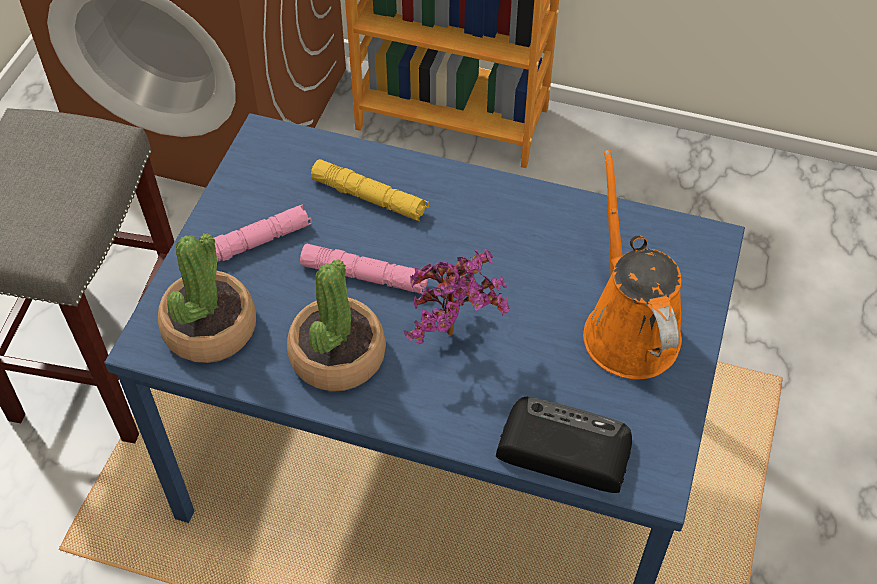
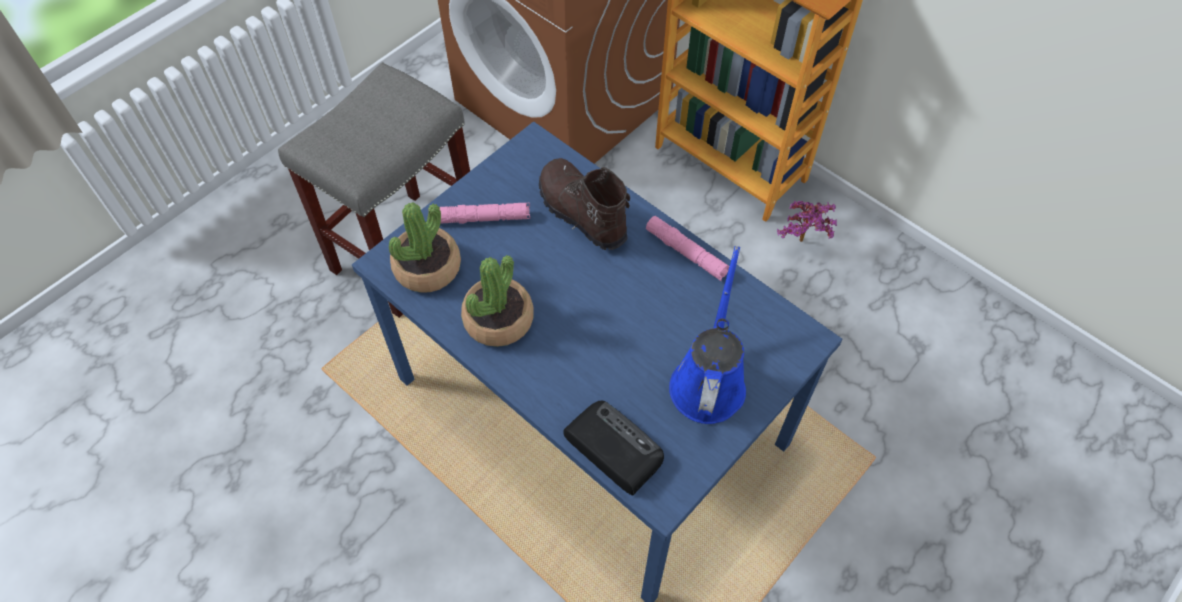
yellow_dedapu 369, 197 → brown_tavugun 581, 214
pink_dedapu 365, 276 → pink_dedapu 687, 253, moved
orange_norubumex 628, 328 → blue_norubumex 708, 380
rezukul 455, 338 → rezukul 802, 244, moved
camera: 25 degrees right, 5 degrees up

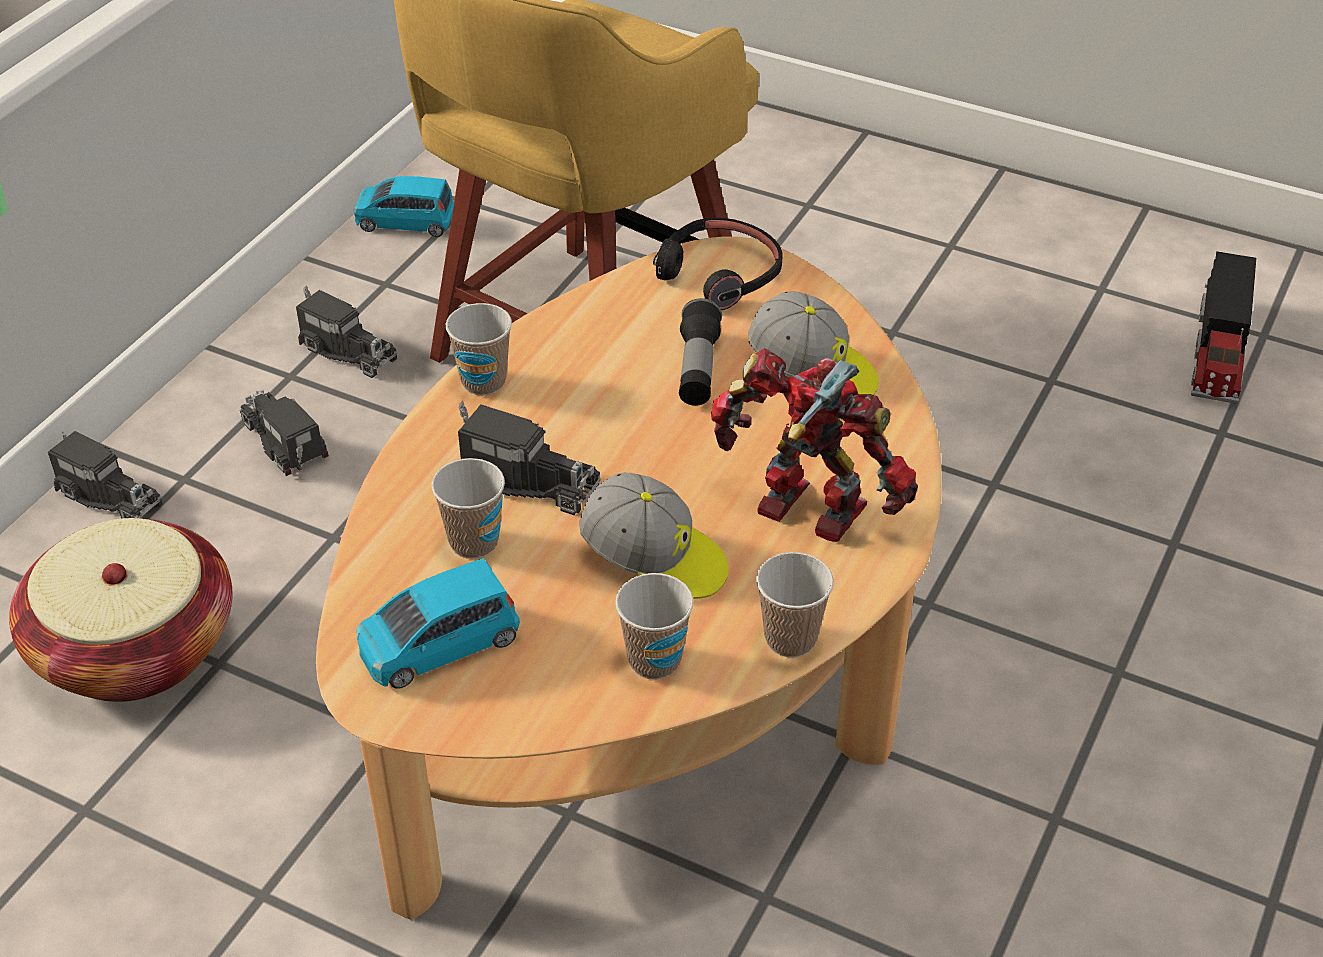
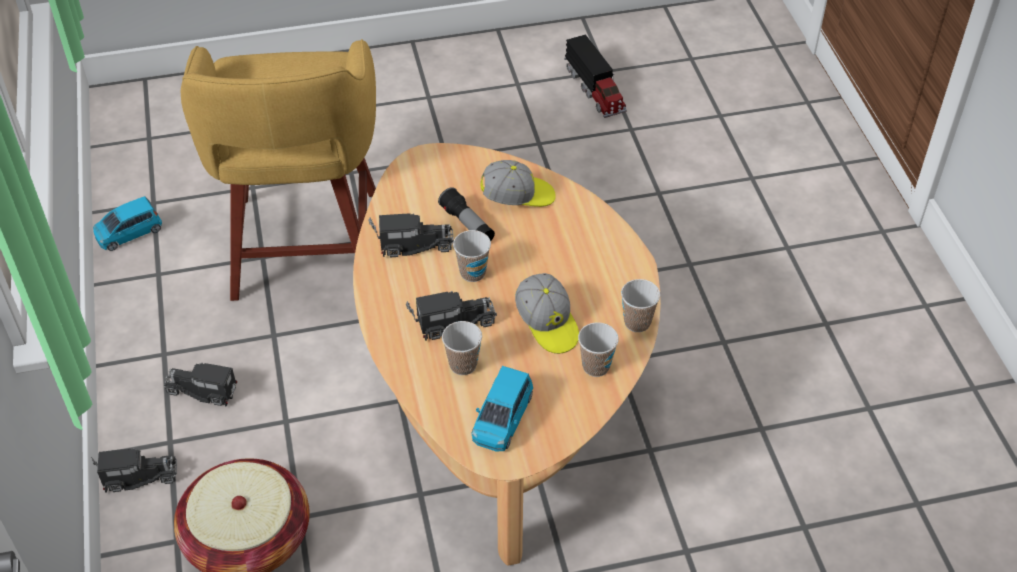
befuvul 345, 350 → befuvul 412, 245, moved
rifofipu 483, 382 → rifofipu 472, 273, moved
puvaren 655, 559 → puvaren 547, 323, 75 degrees clockwise
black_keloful 719, 274 → -
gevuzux 808, 515 → -
camera: 40 degrees left, 5 degrees up

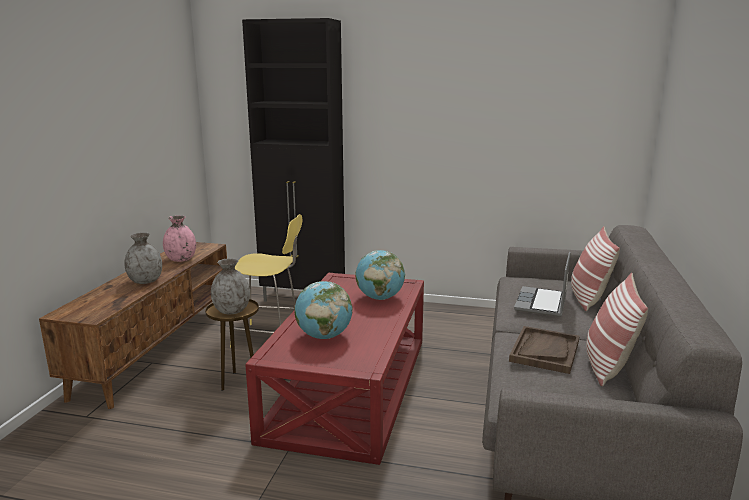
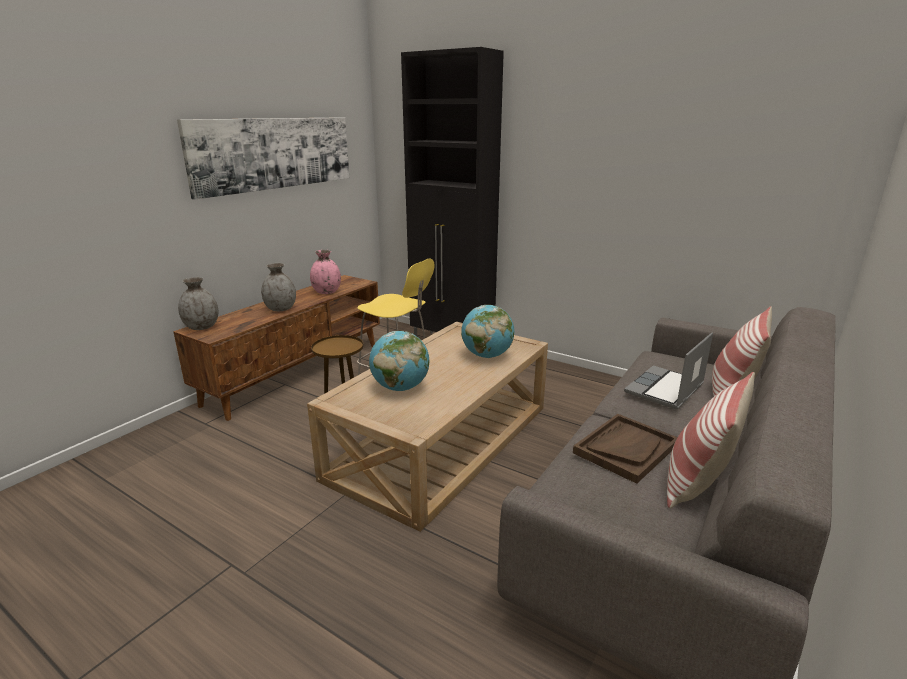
- → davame 275, 153
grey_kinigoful 231, 311 → grey_kinigoful 201, 327, moved
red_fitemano 351, 386 → beige_fitemano 443, 441
camera: 20 degrees right, 5 degrees up

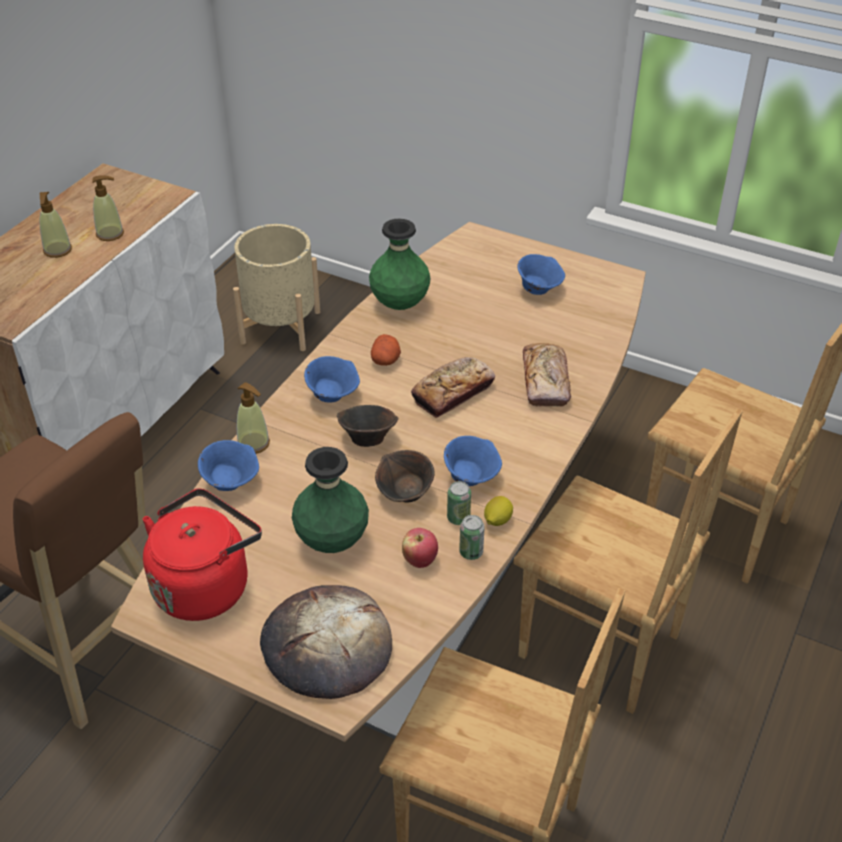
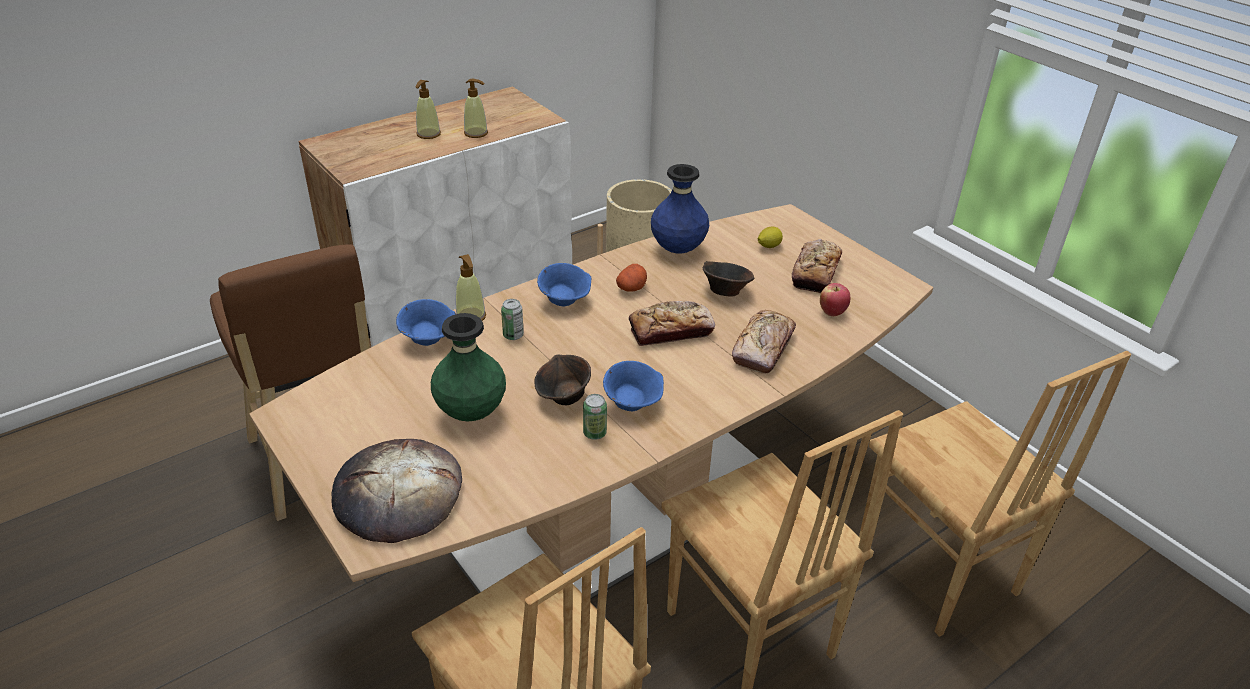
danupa 471, 552 → danupa 513, 335, moved
green_kinigoful 400, 305 → blue_kinigoful 678, 250
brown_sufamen 367, 438 → brown_sufamen 725, 291, moved
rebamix 497, 520 → rebamix 768, 246, moved
blue_sufamen 539, 289 → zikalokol 815, 272
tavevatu 419, 560 → tavevatu 832, 312, moved
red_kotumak 205, 585 → -
camera: 25 degrees right, 5 degrees down

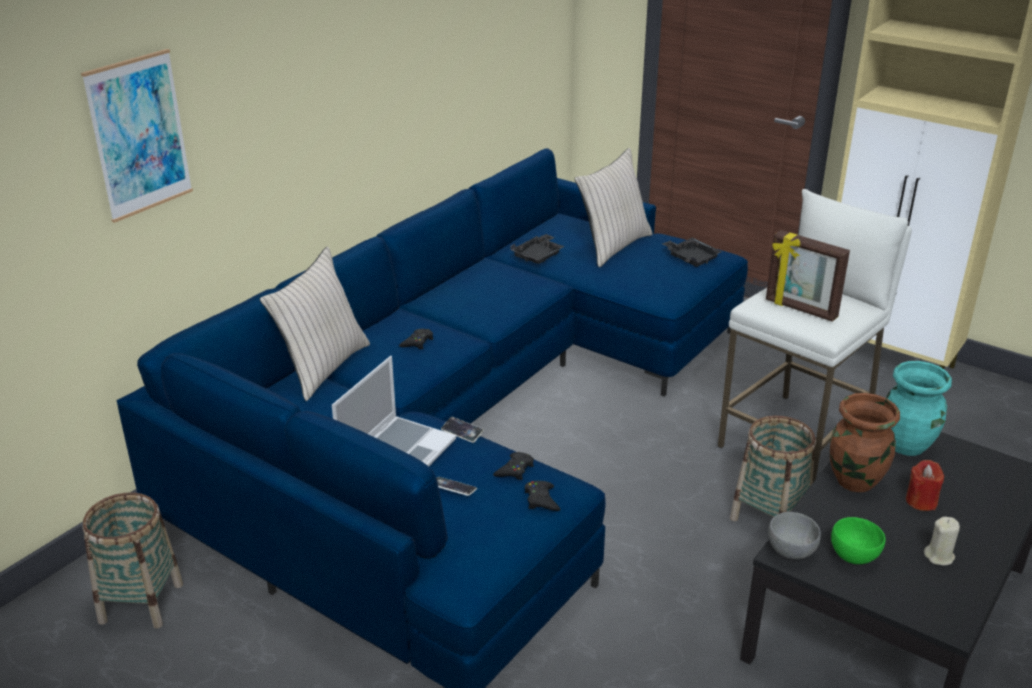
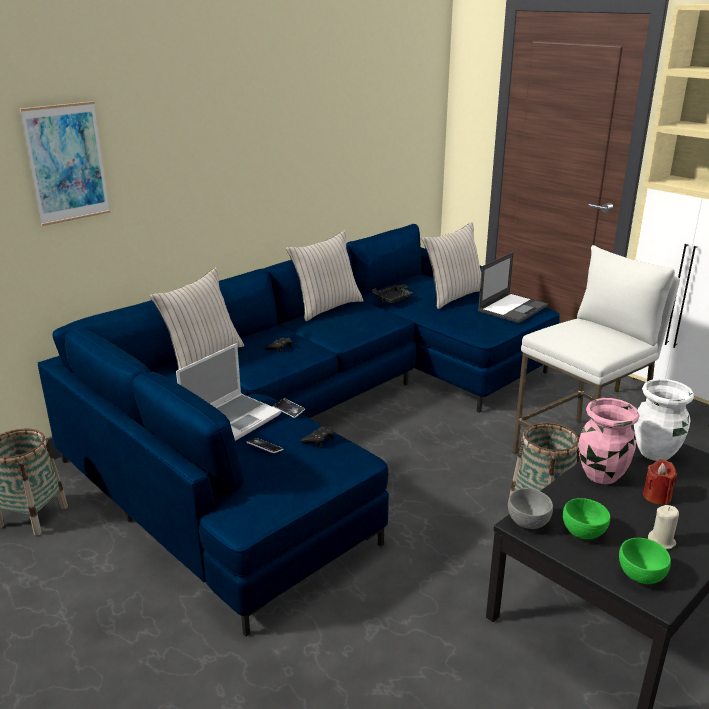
- → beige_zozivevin 326, 308
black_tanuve 691, 258 → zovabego 513, 308
brown_kinigoful 854, 481 → pink_kinigoful 601, 475
- → green_sufamen 640, 576
turquoise_kinigoful 907, 445 → white_kinigoful 655, 453
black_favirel 541, 500 → -
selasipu 800, 309 → -
camera: 10 degrees right, 5 degrees down

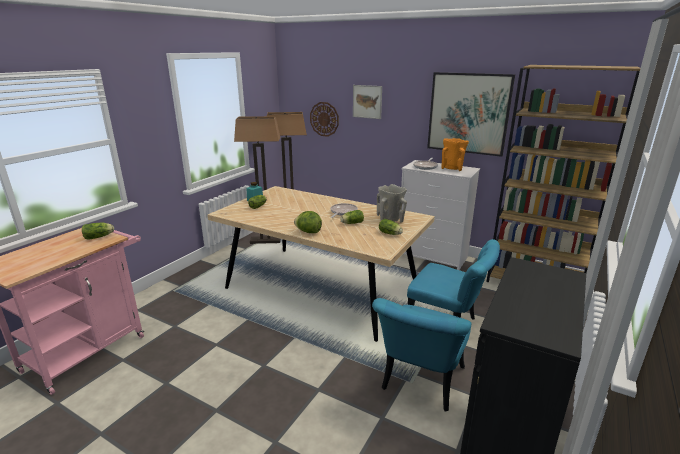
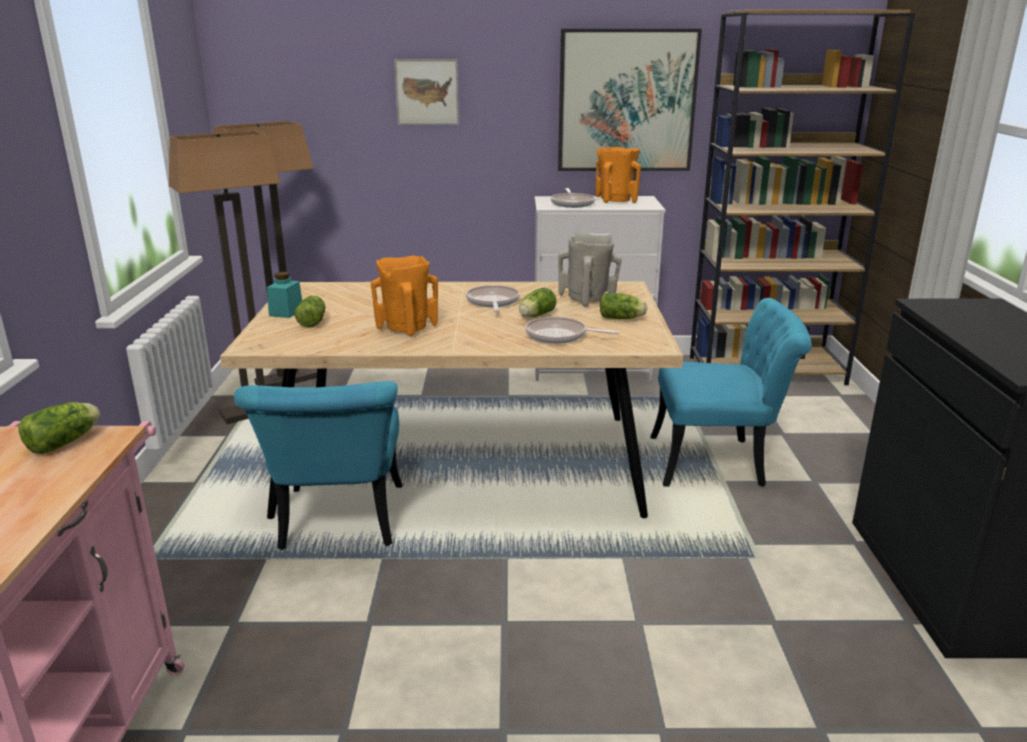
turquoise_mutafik 420, 384 → turquoise_mutafik 340, 525, moved
- → orange_kinigoful 406, 327
- → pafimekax 560, 336
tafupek 308, 232 → -
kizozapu 324, 119 → -
camera: 30 degrees left, 0 degrees up

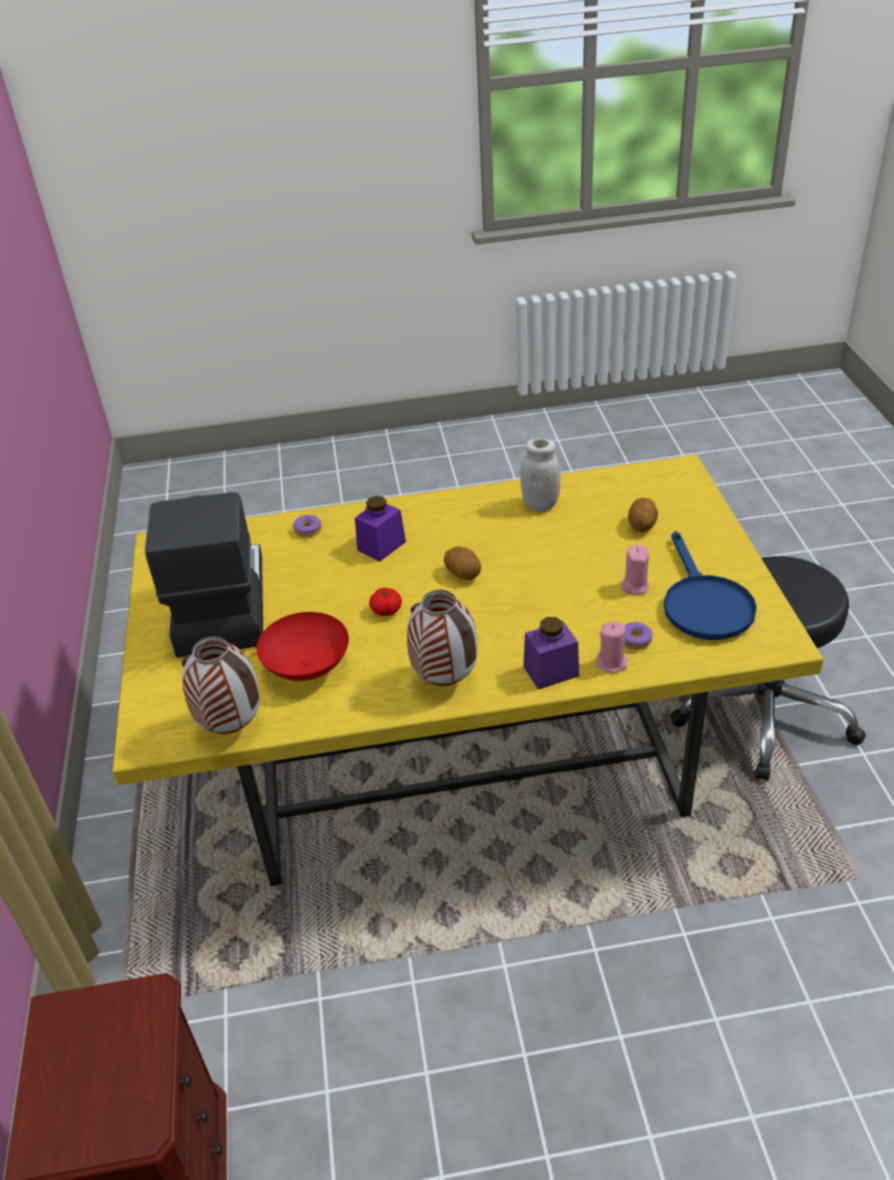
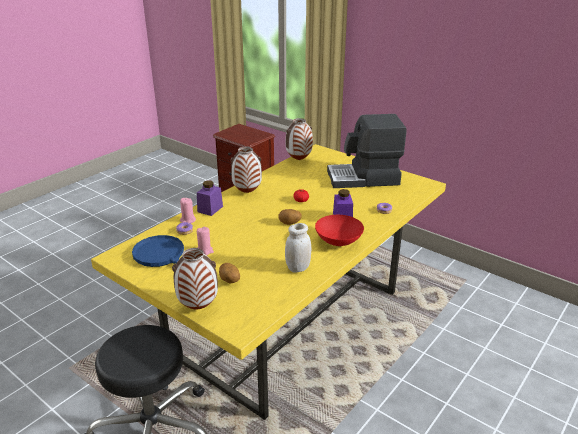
- → kinigoful 199, 307
red_sufamen 306, 667 → red_sufamen 339, 242, moved
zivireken 219, 606 → zivireken 364, 178, 135 degrees clockwise
camera: 135 degrees right, 10 degrees down

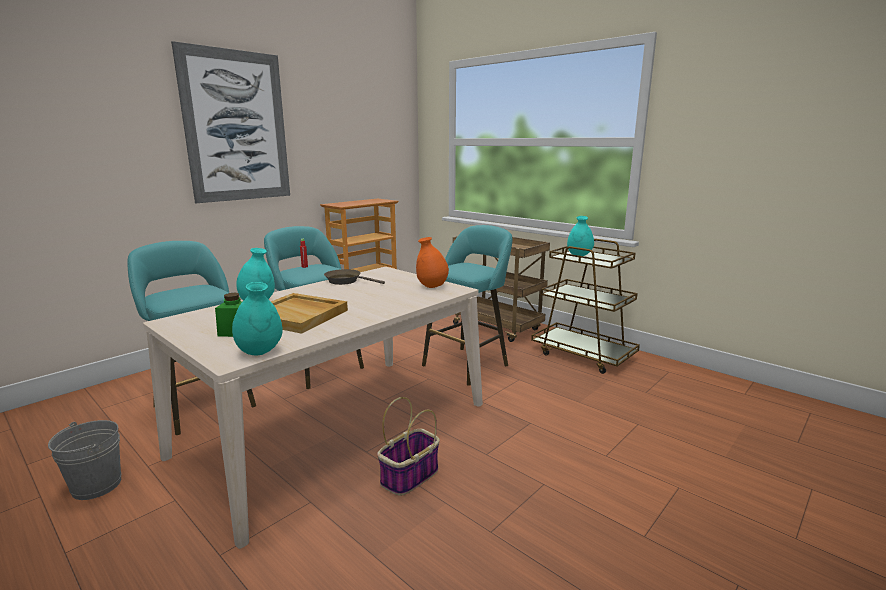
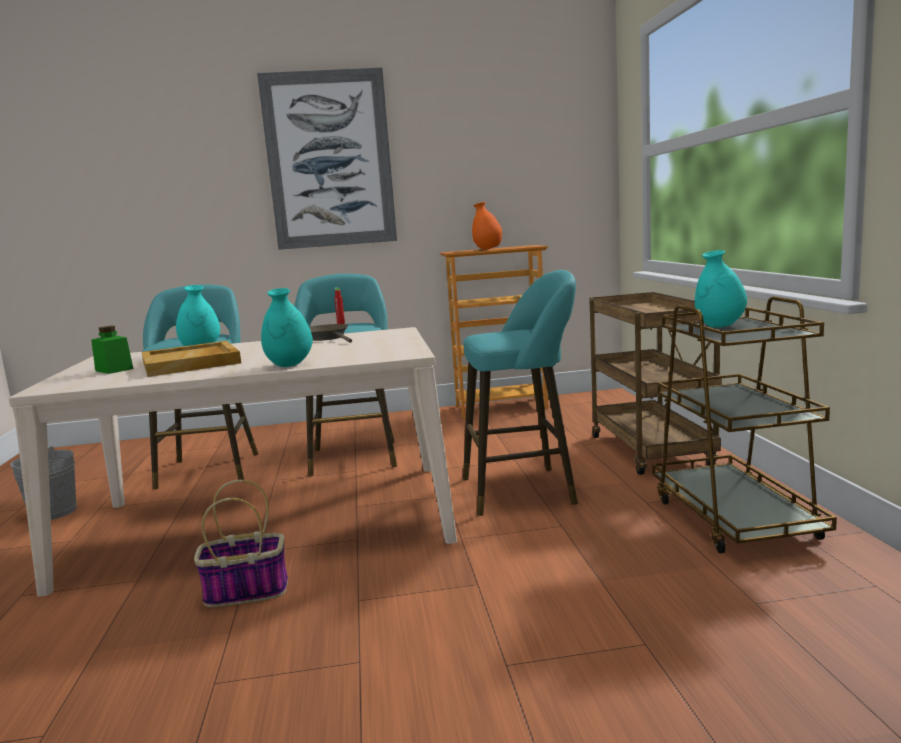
turquoise_kinigoful 260, 352 → turquoise_kinigoful 289, 365, moved
orange_kinigoful 432, 286 → orange_kinigoful 488, 249, moved
camera: 40 degrees right, 5 degrees down

